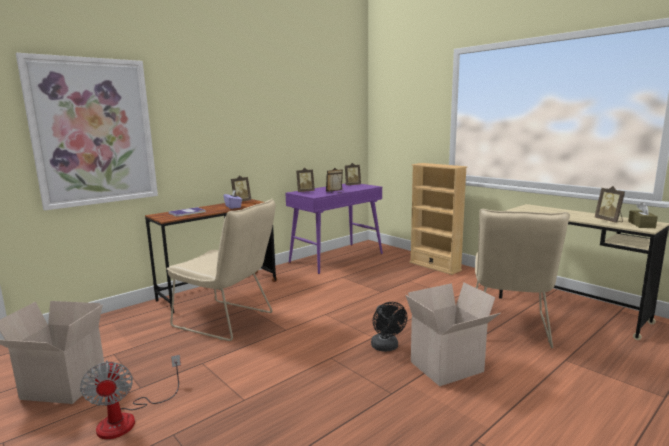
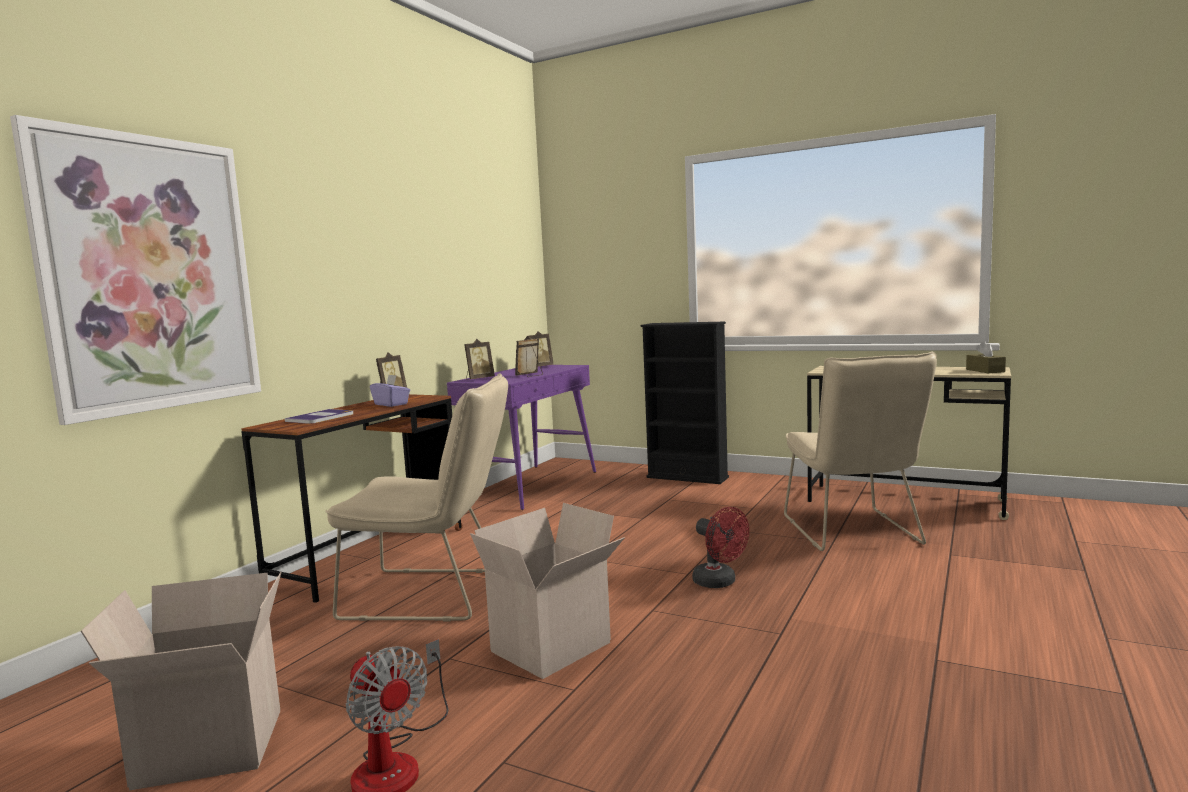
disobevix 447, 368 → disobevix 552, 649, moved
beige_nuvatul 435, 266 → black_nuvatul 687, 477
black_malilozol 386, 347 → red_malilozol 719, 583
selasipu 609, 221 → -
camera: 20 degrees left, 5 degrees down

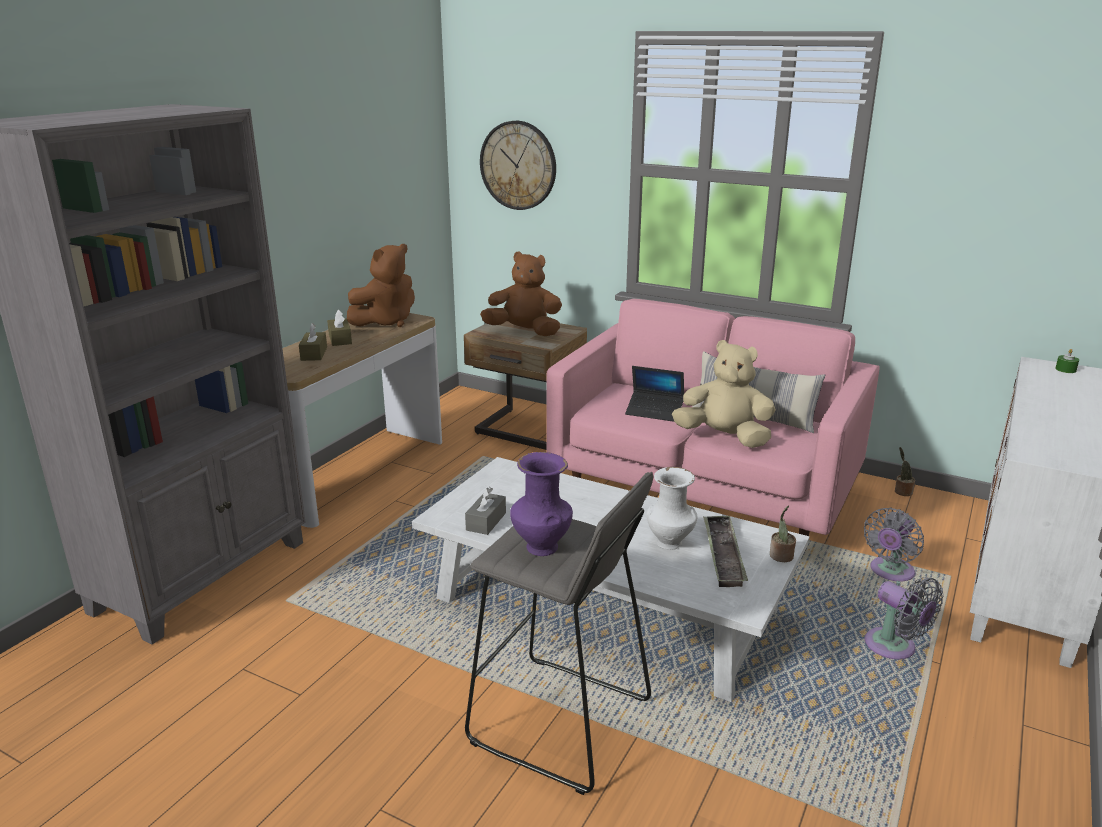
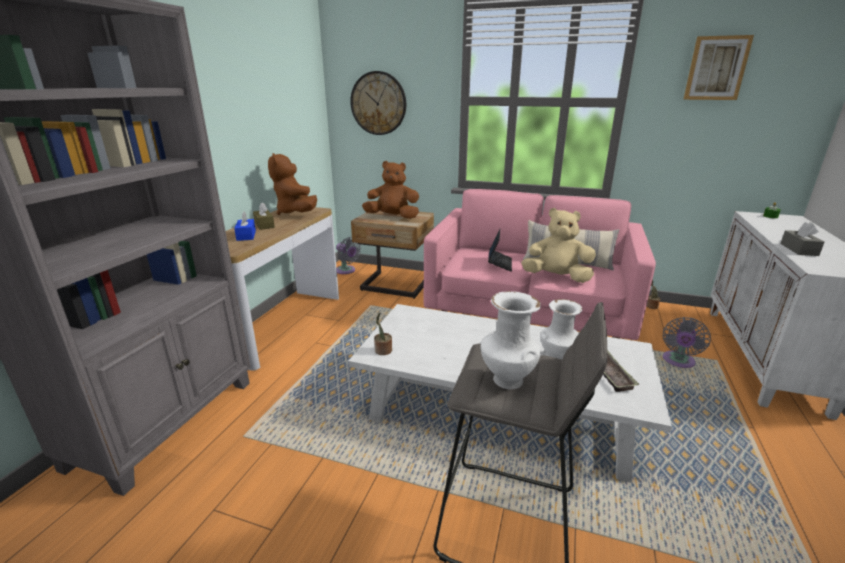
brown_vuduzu 314, 354 → blue_vuduzu 246, 235
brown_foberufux 386, 322 → brown_foberufux 296, 212, 120 degrees clockwise
grey_malilozol 894, 648 → grey_malilozol 346, 271, moved
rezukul 781, 556 → rezukul 383, 351, moved
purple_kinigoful 541, 547 → white_kinigoful 506, 380
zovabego 654, 412 → zovabego 499, 264, 90 degrees counterclockwise
- → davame 716, 68
grey_vuduzu 486, 521 → grey_vuduzu 799, 249, moved
camera: 10 degrees left, 0 degrees up

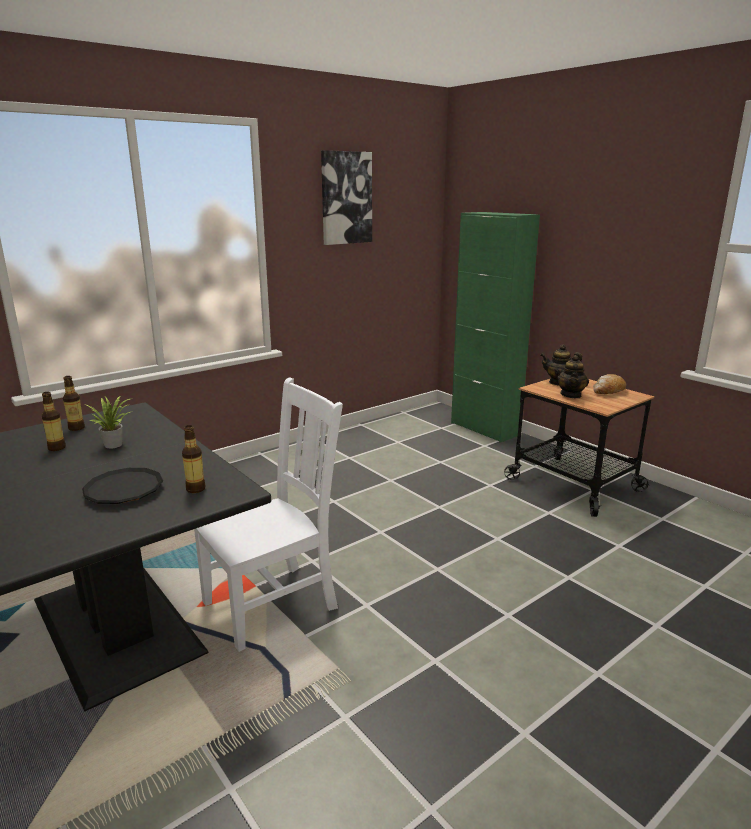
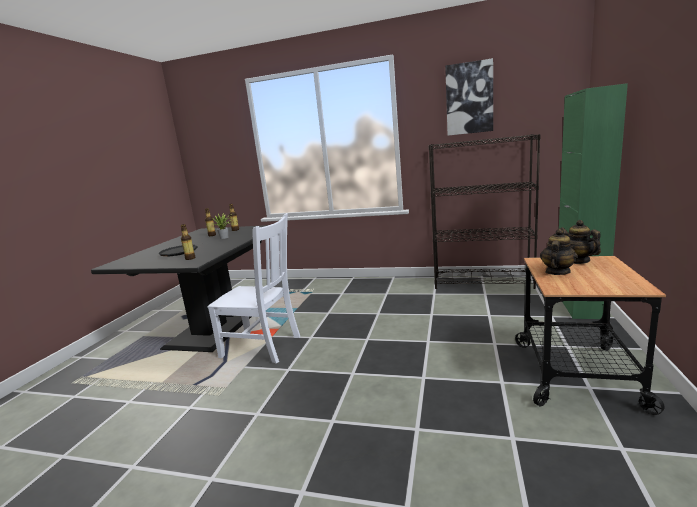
- → black_nuvatul 483, 282
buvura 571, 395 → buvura 557, 272, 150 degrees clockwise
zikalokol 608, 391 → -
camera: 55 degrees right, 5 degrees down

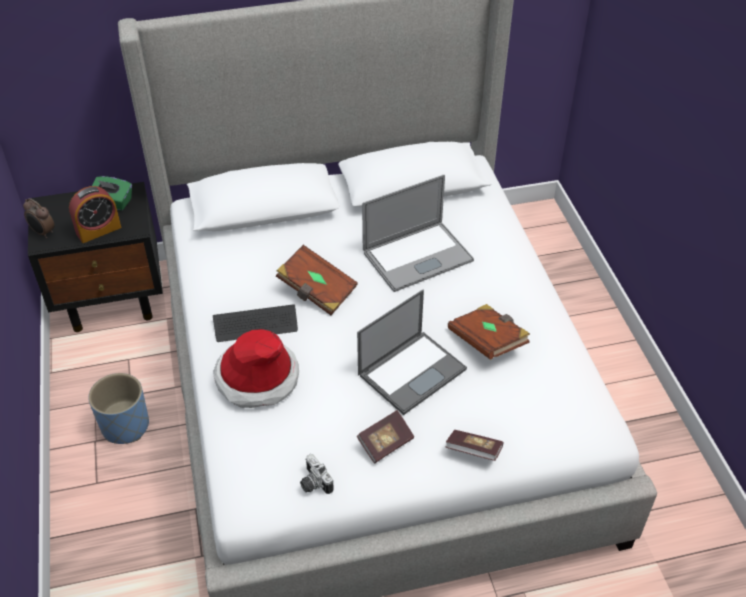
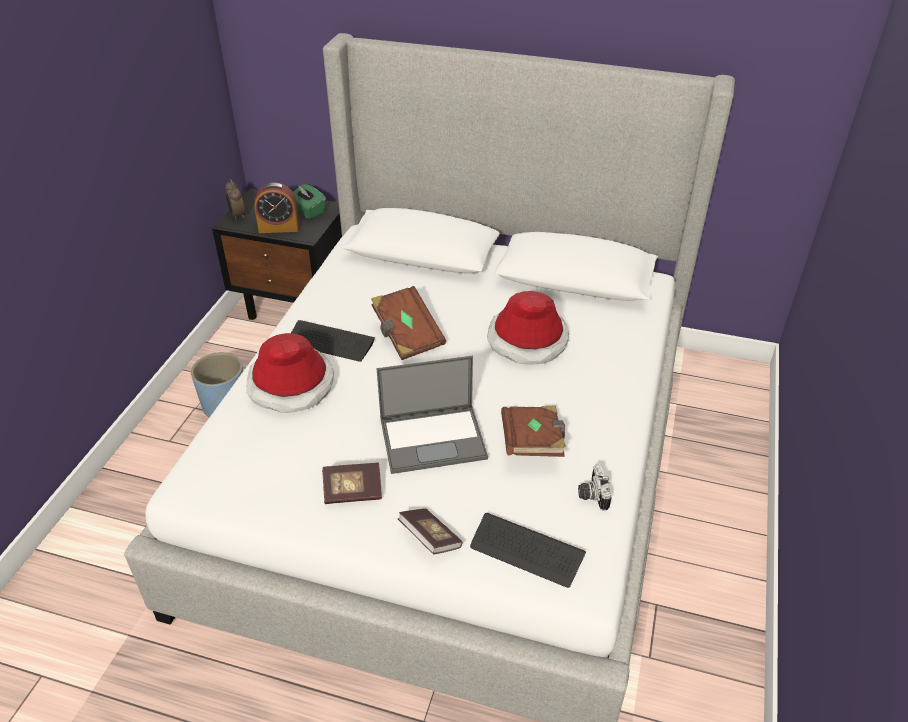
- → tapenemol 526, 551
zovabego 417, 256 → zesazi 527, 340
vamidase 313, 483 → vamidase 591, 494, moved
camera: 30 degrees right, 5 degrees down

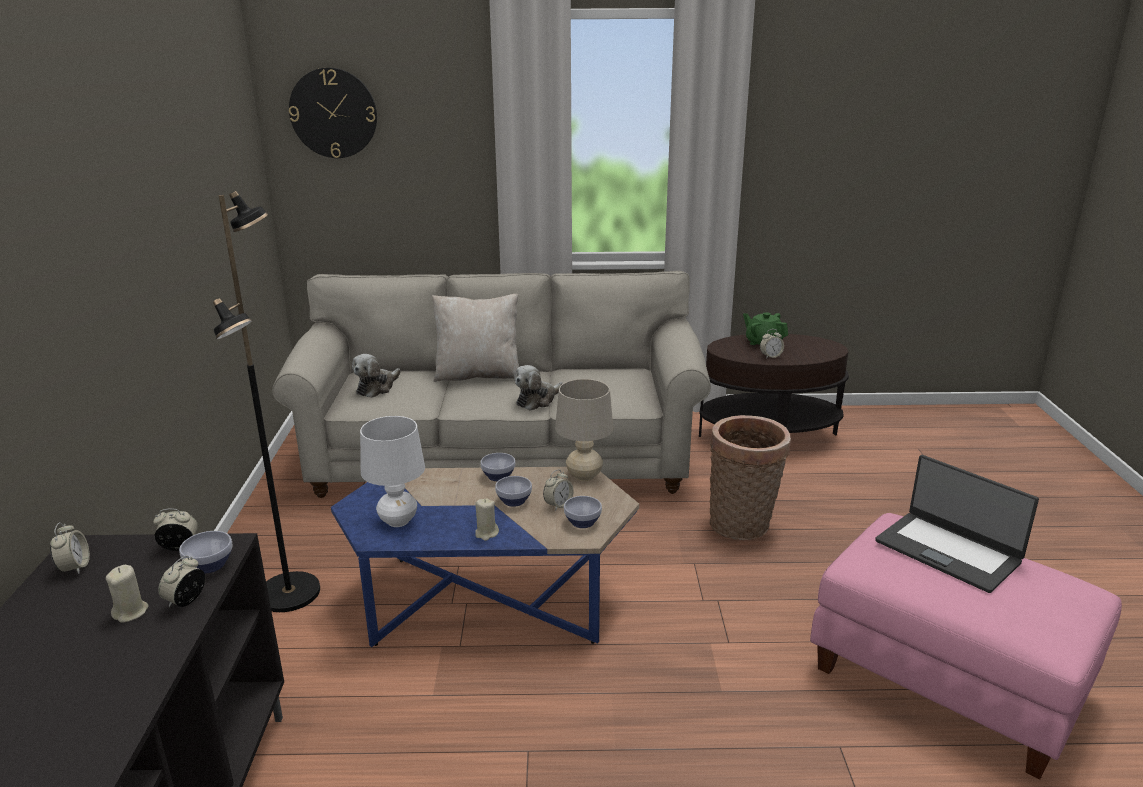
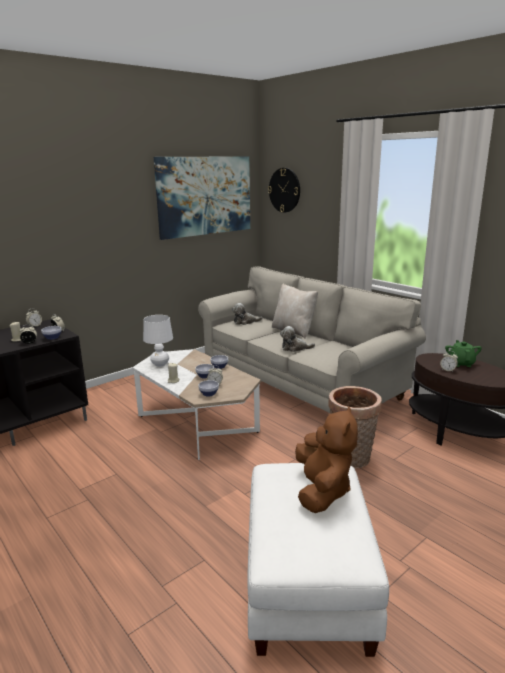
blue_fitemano 490, 598 → white_fitemano 197, 424
- → davame 205, 196
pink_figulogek 949, 680 → white_figulogek 309, 585
zovabego 948, 551 → brown_foberufux 322, 491
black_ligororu 291, 593 → -
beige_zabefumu 584, 476 → -
camera: 50 degrees right, 5 degrees down

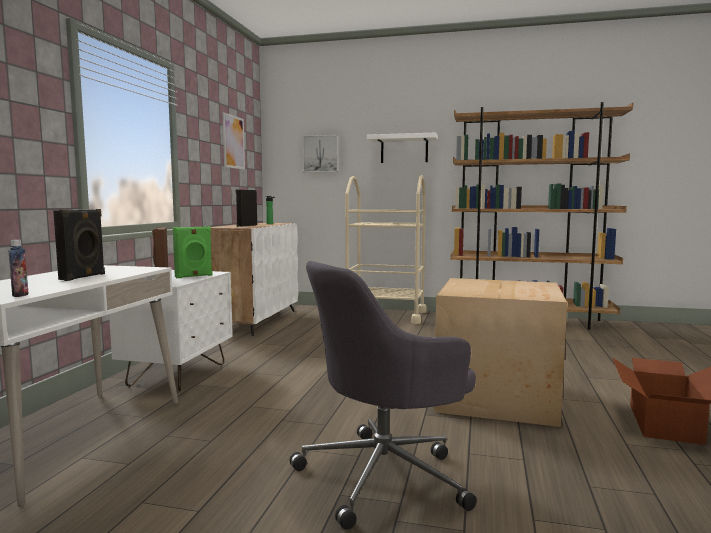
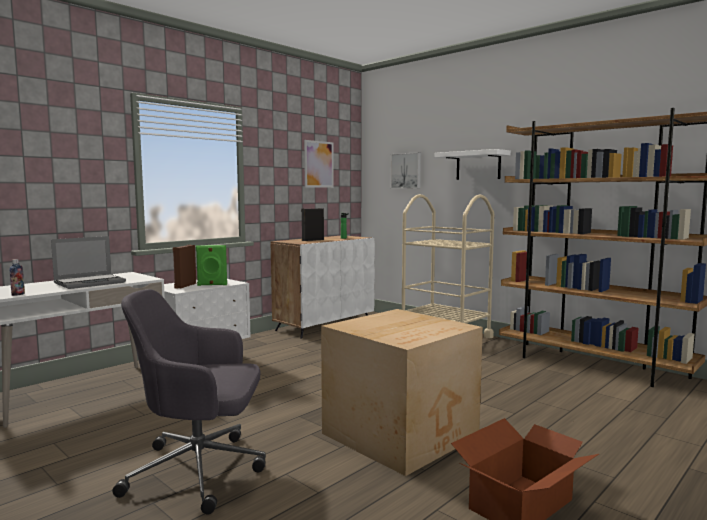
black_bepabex 84, 277 → zovabego 90, 283
camera: 30 degrees right, 0 degrees up

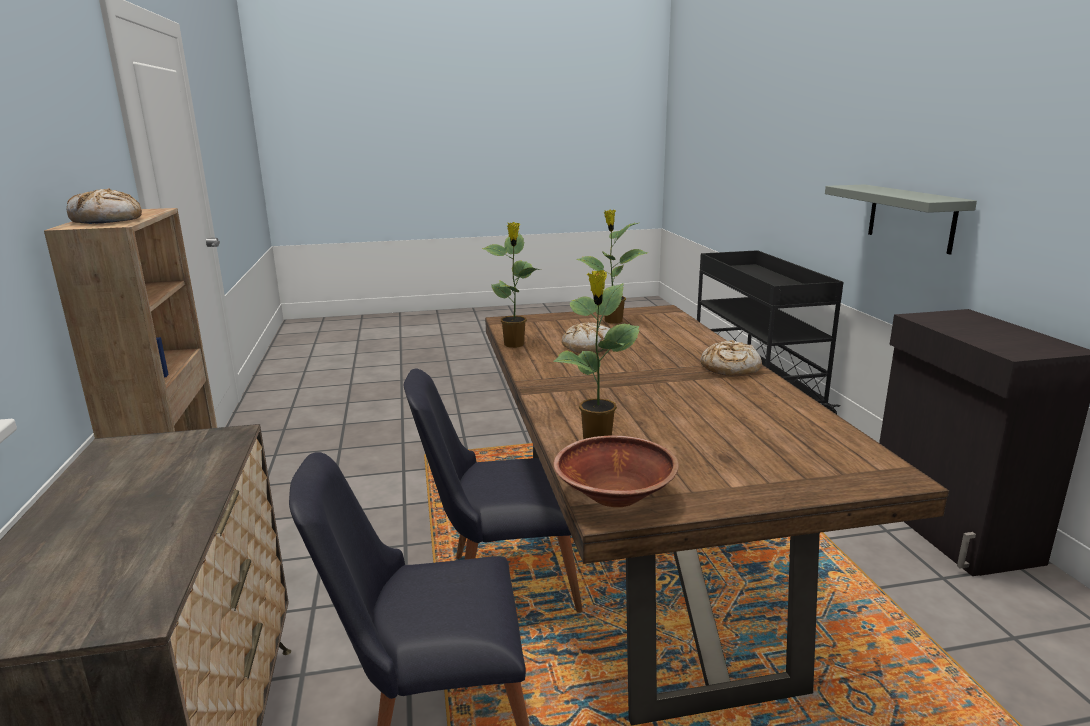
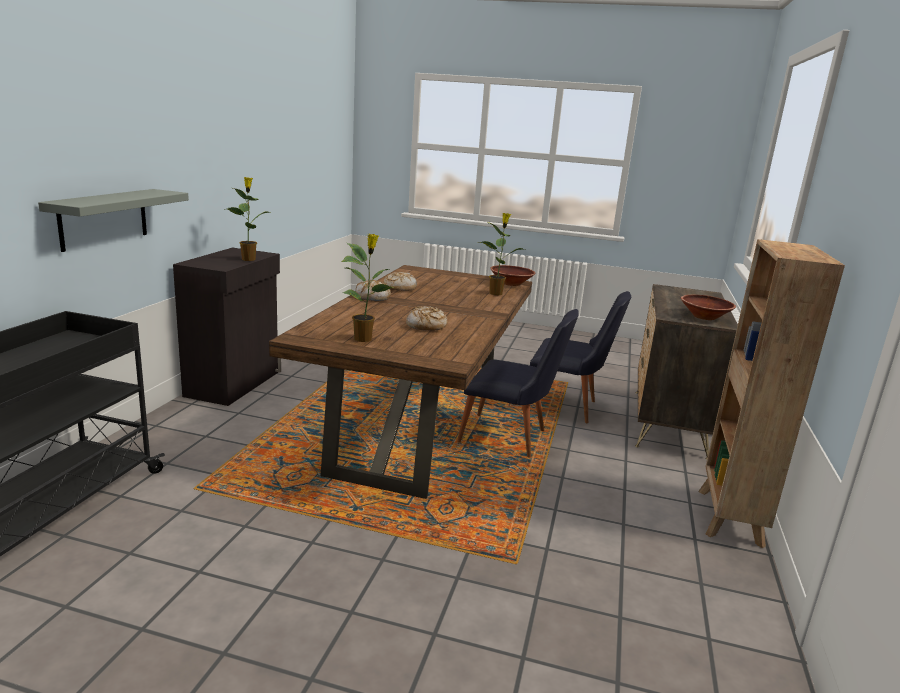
rezukul 514, 345 → rezukul 249, 259, moved
zikalokol 108, 220 → zikalokol 399, 288, moved
- → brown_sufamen 704, 317
camera: 155 degrees left, 0 degrees up

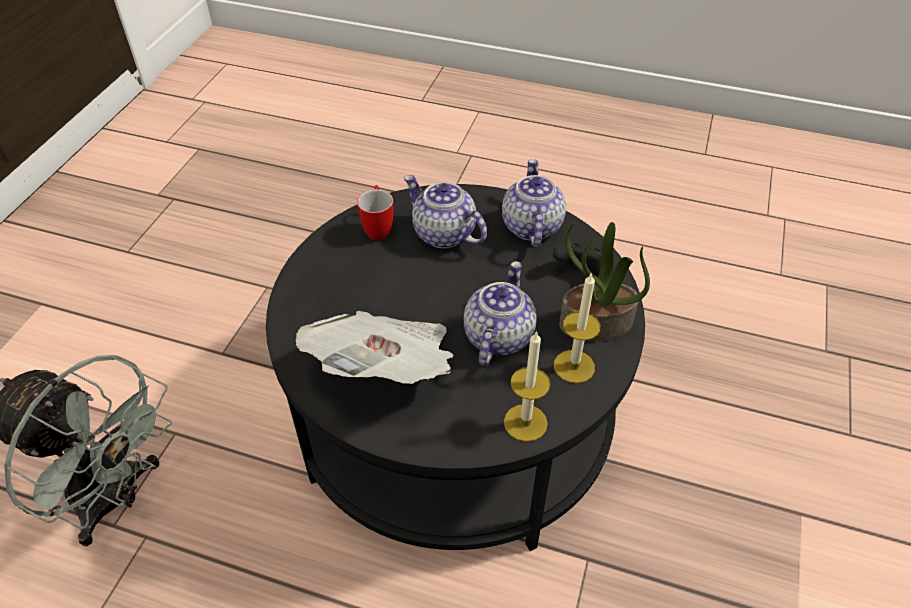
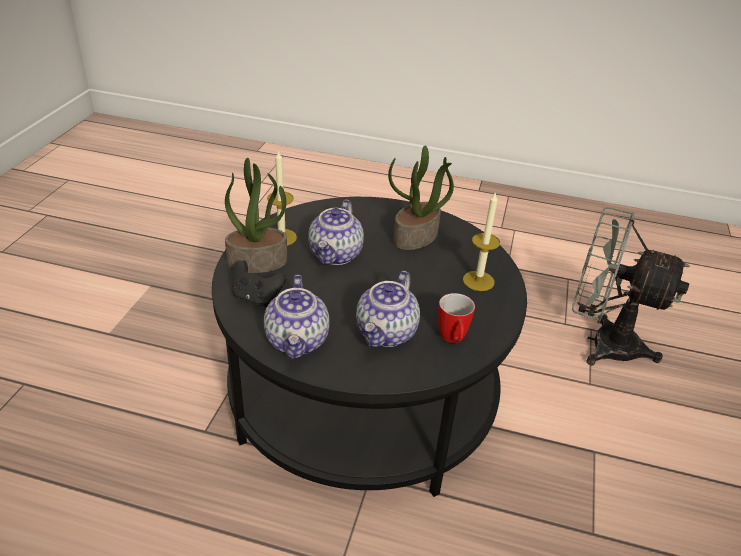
buvura 443, 234 → buvura 387, 333, 75 degrees clockwise
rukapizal 386, 369 → rezukul 416, 237
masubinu 525, 422 → masubinu 478, 281, moved
camera: 175 degrees right, 10 degrees down

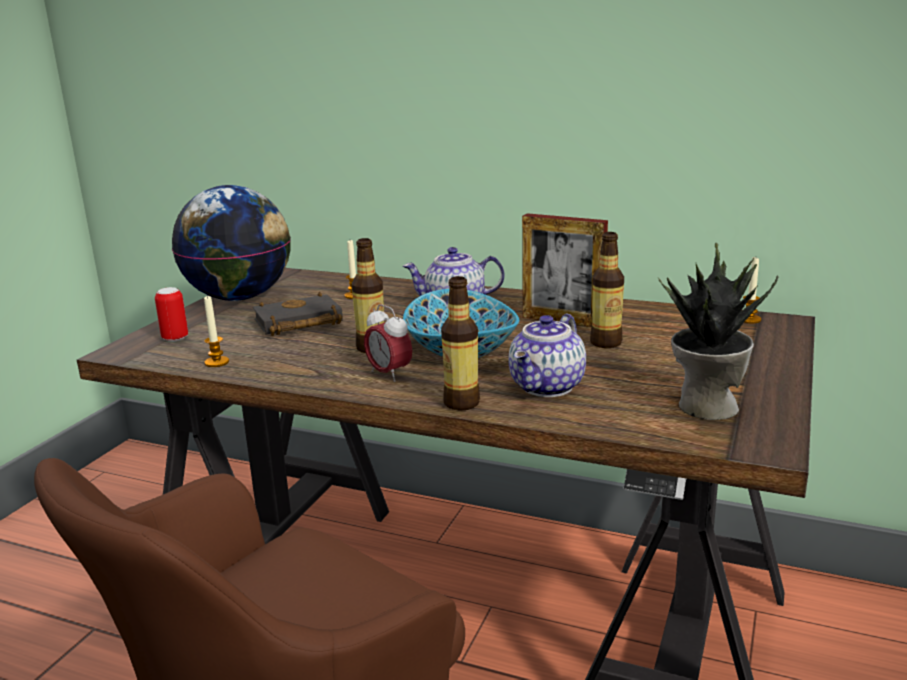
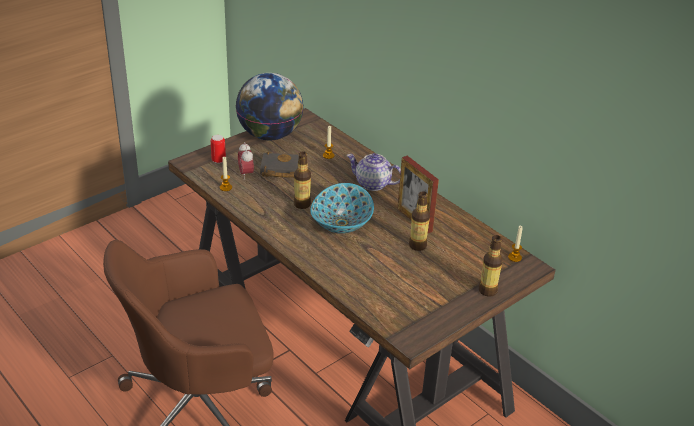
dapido 389, 374 → dapido 246, 174, moved
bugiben 461, 403 → bugiben 487, 290, moved
buvura 548, 387 → -
rezukul 705, 406 → -
camera: 25 degrees right, 15 degrees up

